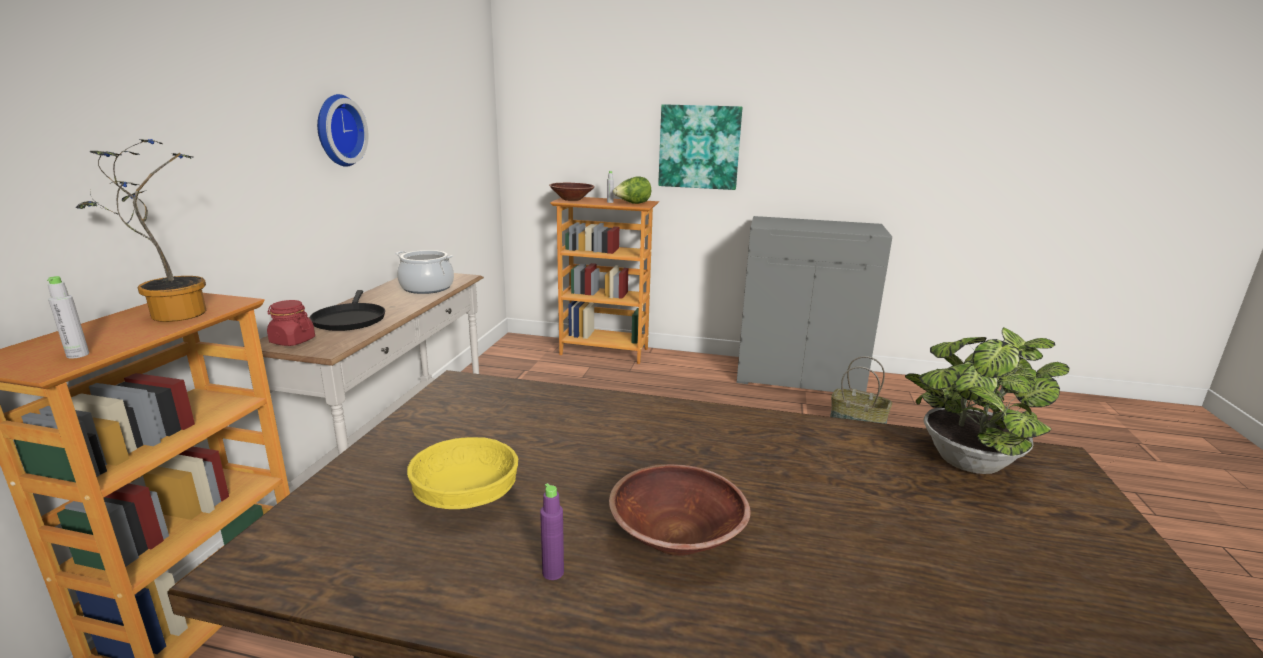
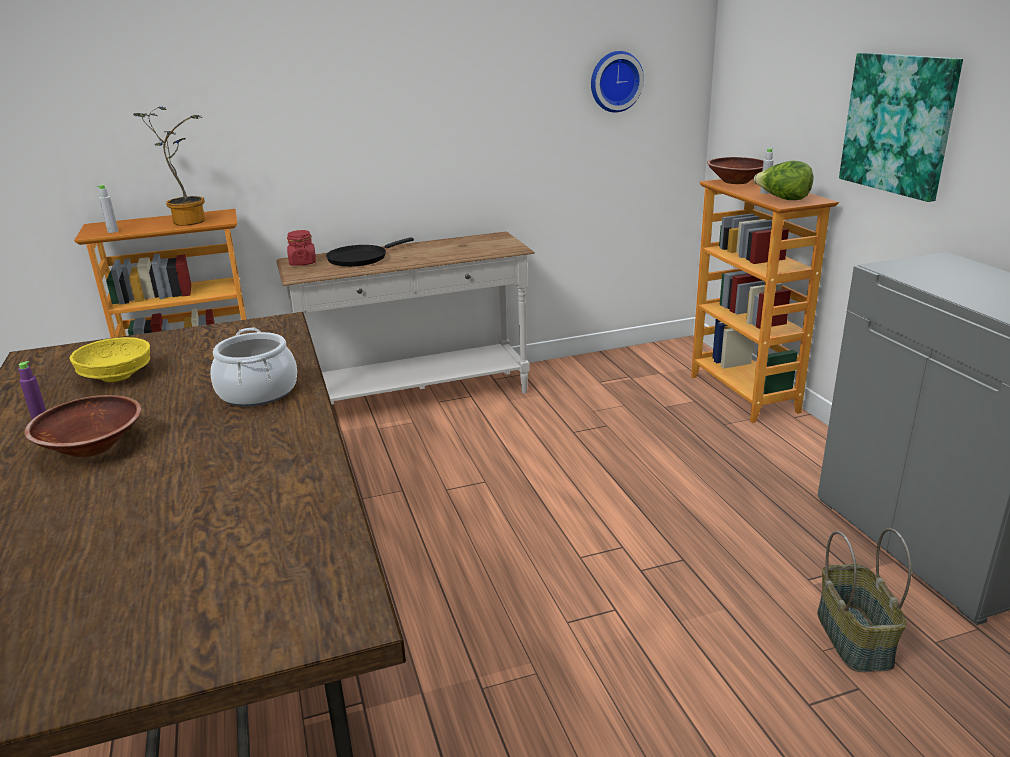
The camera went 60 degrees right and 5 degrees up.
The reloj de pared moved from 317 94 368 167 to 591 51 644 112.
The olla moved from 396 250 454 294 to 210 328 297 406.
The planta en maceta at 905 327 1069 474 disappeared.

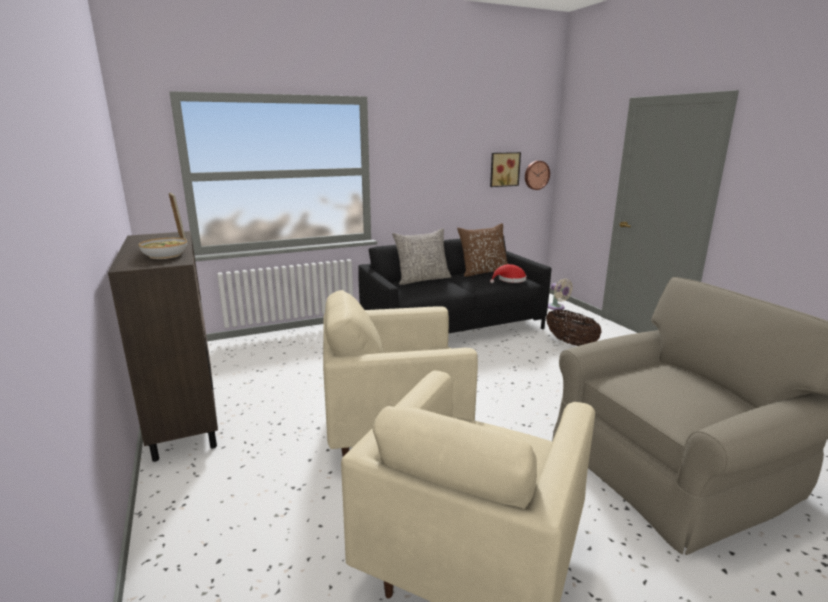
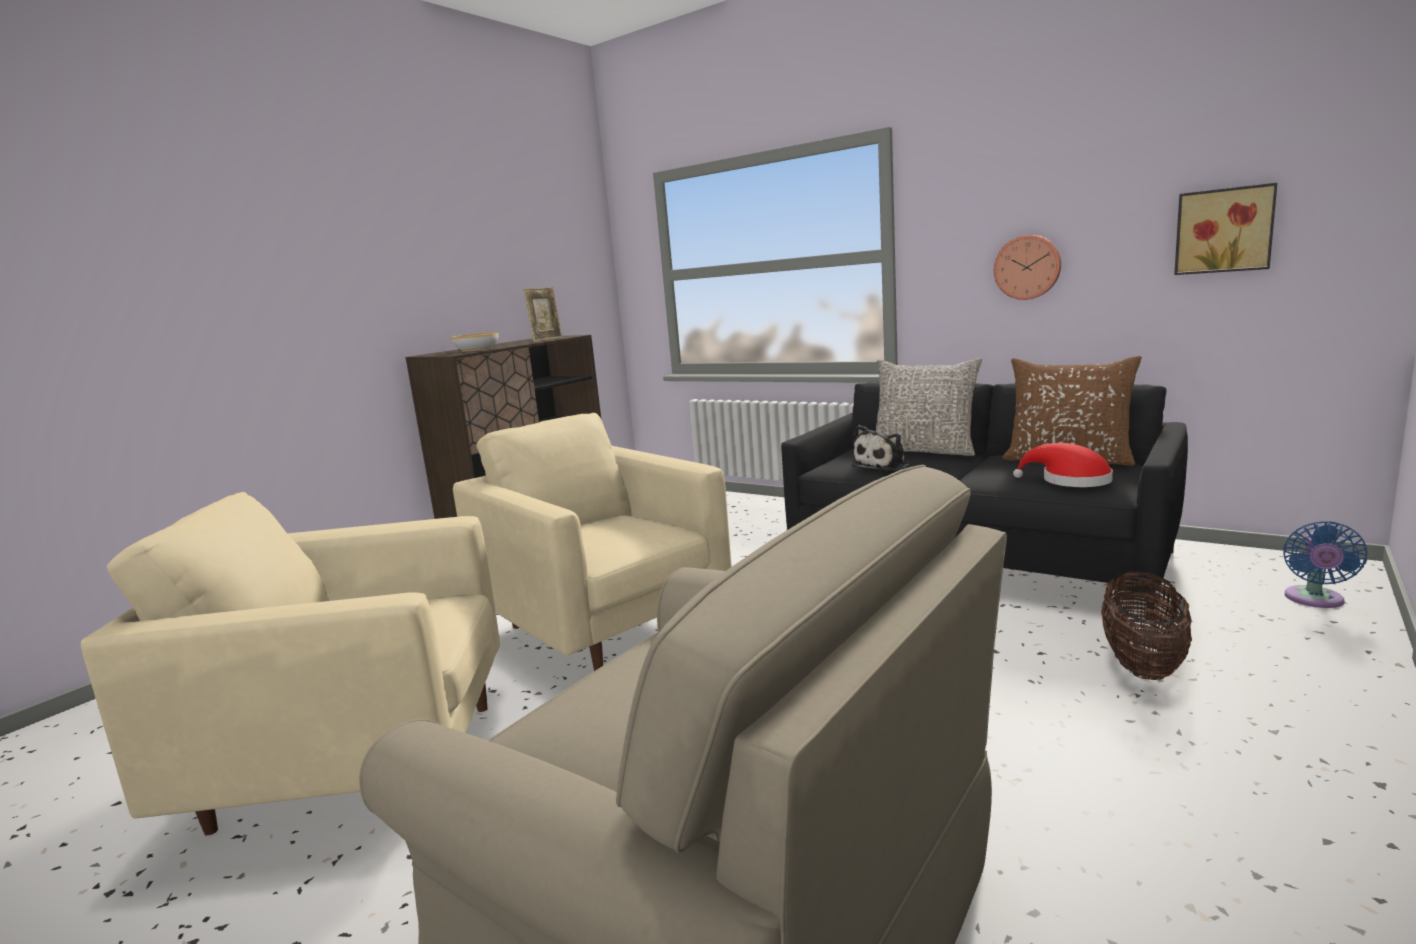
The camera went 60 degrees right and 5 degrees down.
The reloj de pared moved from 525 161 550 190 to 994 235 1061 300.
The ventilador [beis] at 548 278 573 310 became the ventilador [azul] at 1283 521 1367 608.
The peluche at 852 425 910 470 appeared.

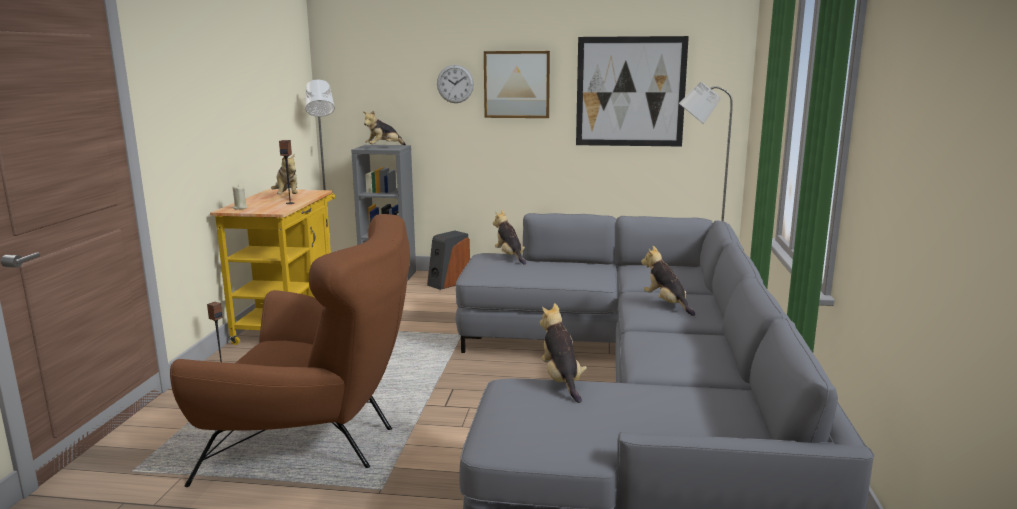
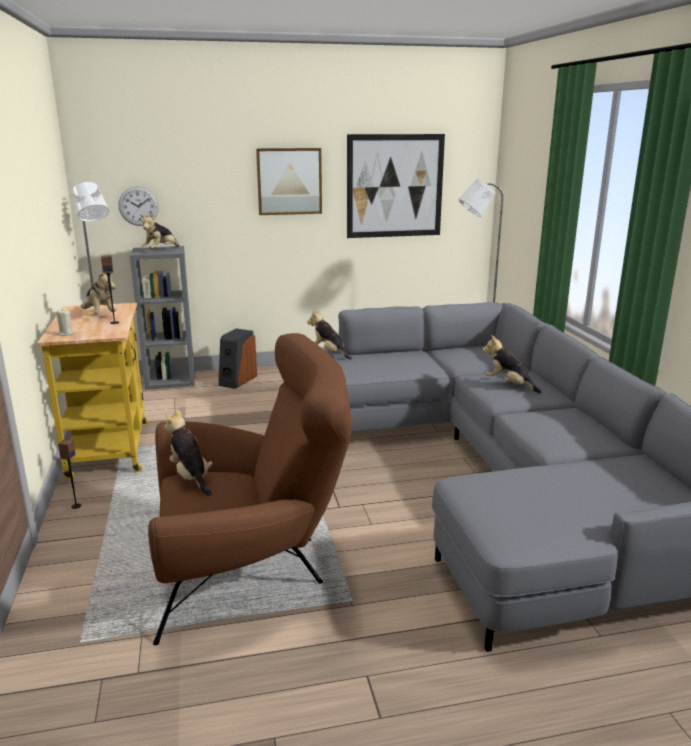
The camera went 20 degrees left and 5 degrees up.
The reloj de pared moved from 437 65 474 103 to 118 187 159 226.
The peluche moved from 540 303 587 403 to 164 408 212 496.

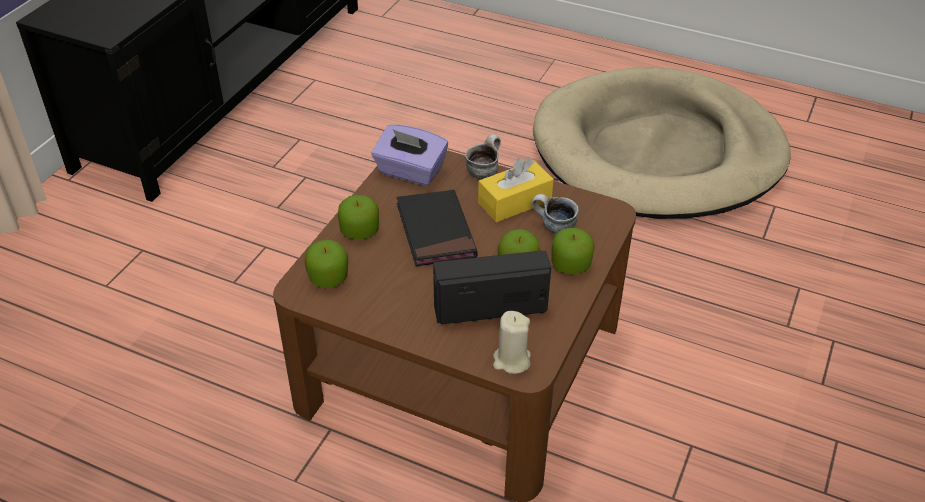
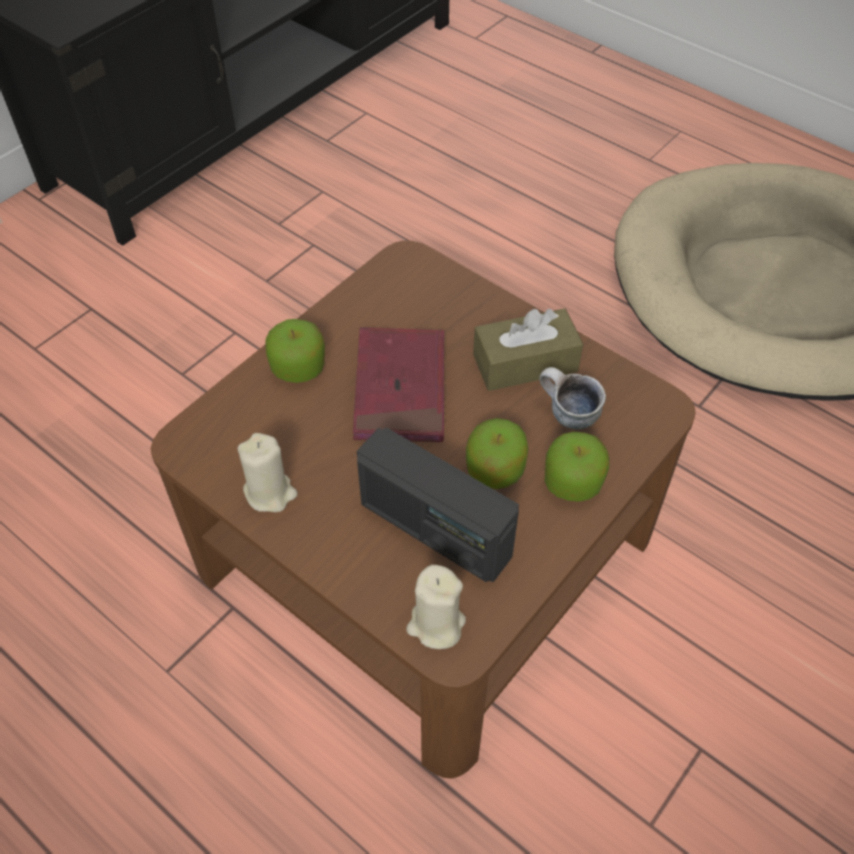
The camera went 15 degrees right and 10 degrees up.
The caja de pañuelos [morado] at 372 124 448 186 disappeared.
The taza grande at 465 134 501 179 disappeared.
The caja de pañuelos [amarillo] at 478 157 554 222 became the caja de pañuelos [marrón] at 473 308 583 391.
The libro [negro] at 397 190 478 266 became the libro [rojo] at 353 327 444 442.
The manzana at 305 240 348 288 disappeared.
The radio at 433 251 551 324 turned 150 degrees counterclockwise.
The vela [beis] at 238 433 298 512 appeared.

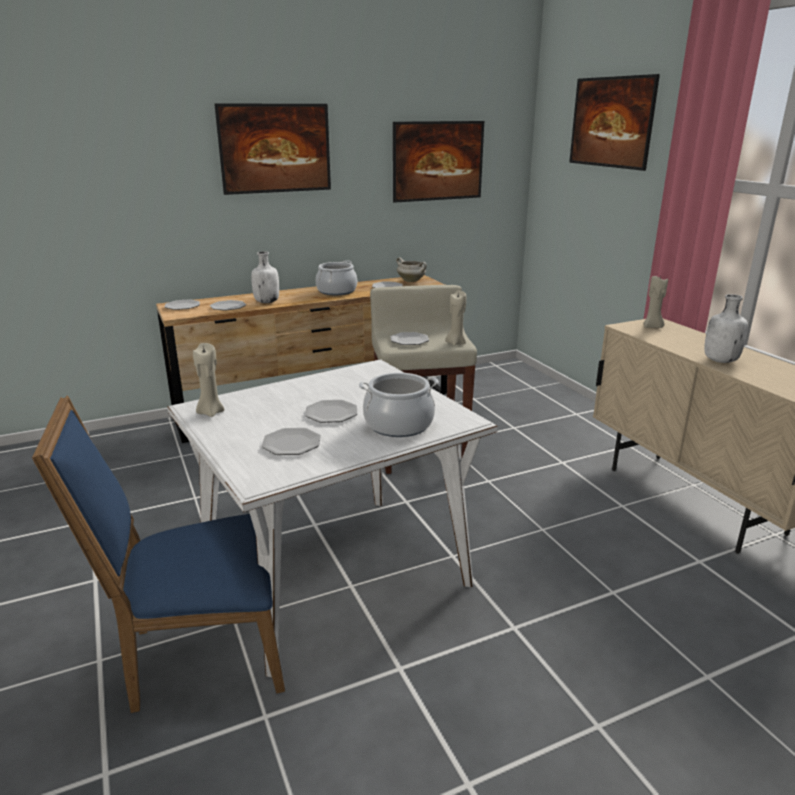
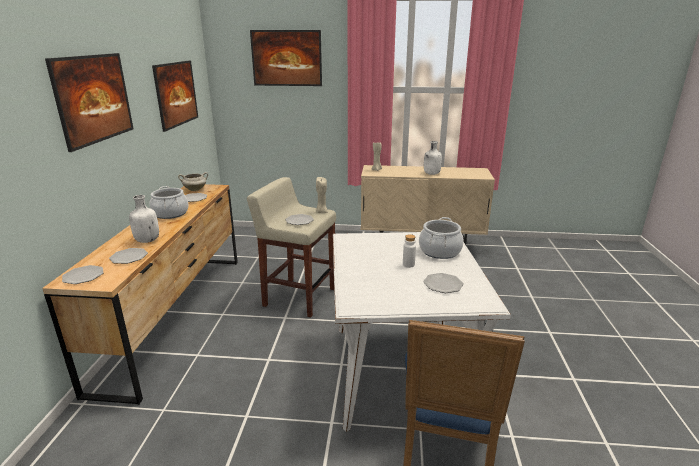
The camera went 60 degrees left and 0 degrees up.
The vela [beis] at 193 343 225 417 disappeared.
The plato at 305 400 357 423 was replaced by the botella [blanco] at 403 234 416 268.

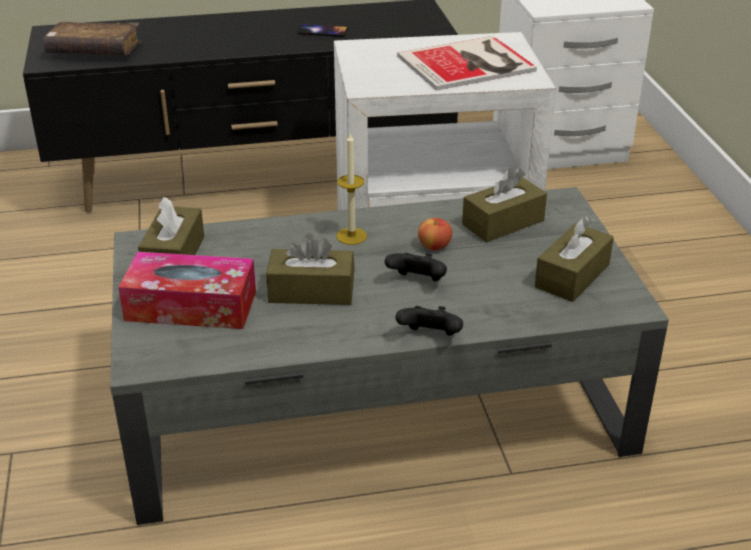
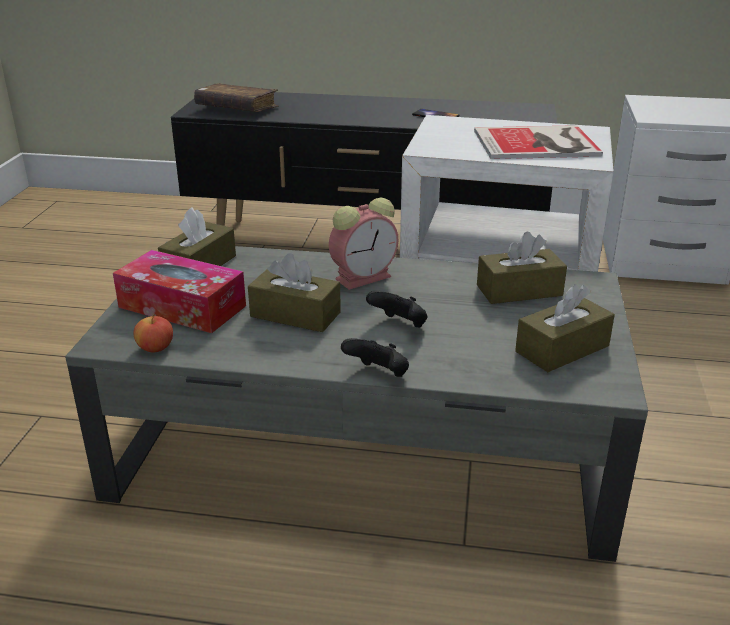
The camera went 20 degrees right and 5 degrees down.
The vela at 336 133 367 245 was replaced by the despertador at 329 197 399 290.
The manzana moved from 418 216 452 250 to 133 315 173 352.

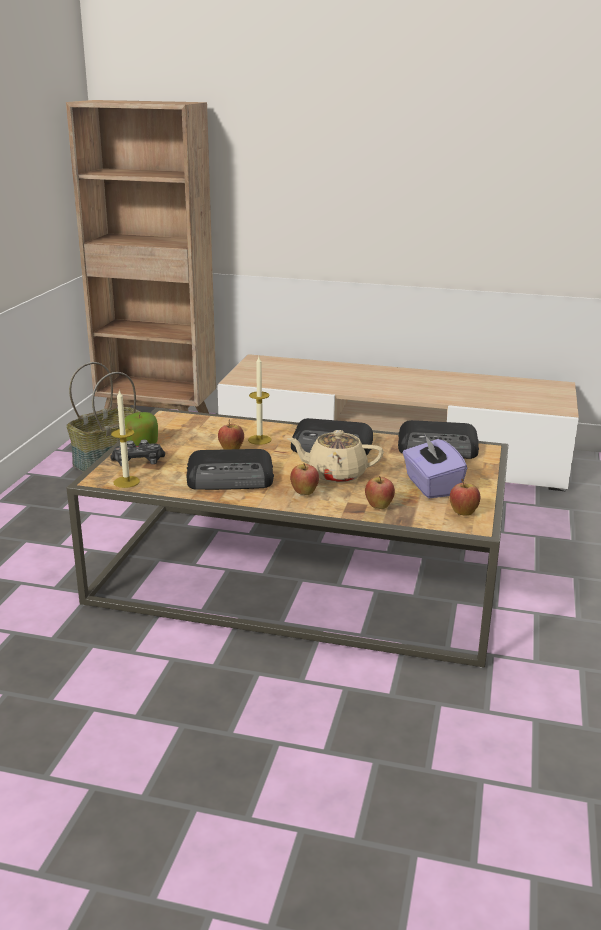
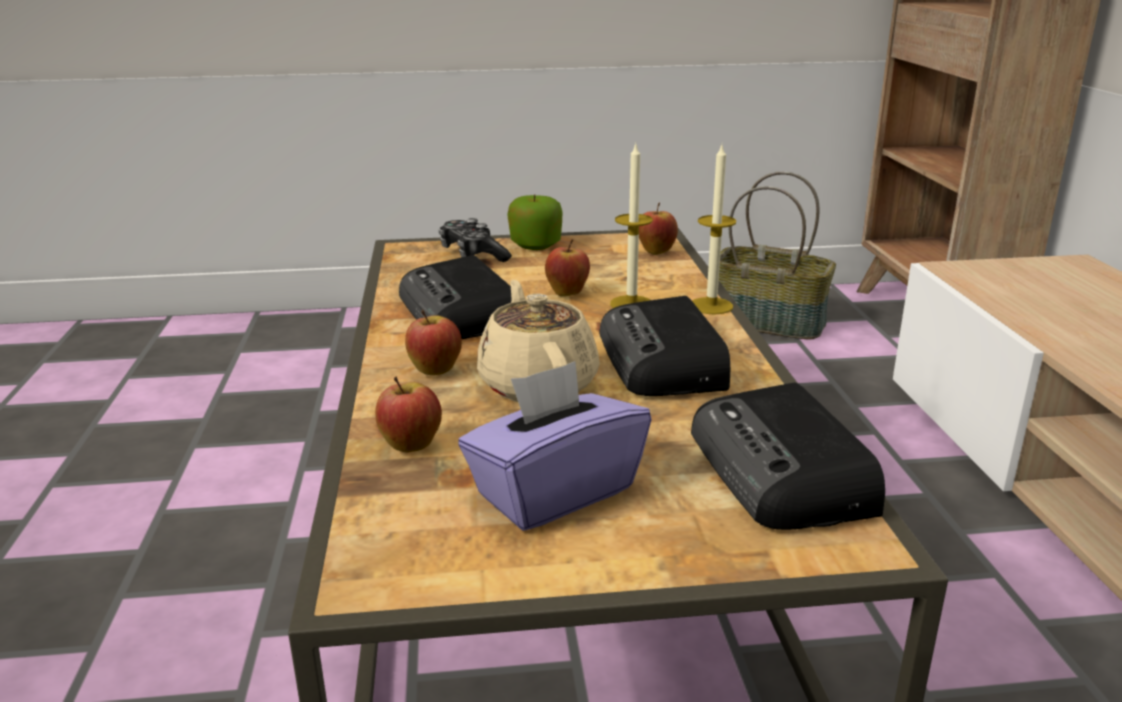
The camera went 70 degrees right and 0 degrees up.
The vela moved from 111 390 140 488 to 692 145 736 314.
The manzana moved from 450 479 480 516 to 639 203 678 255.

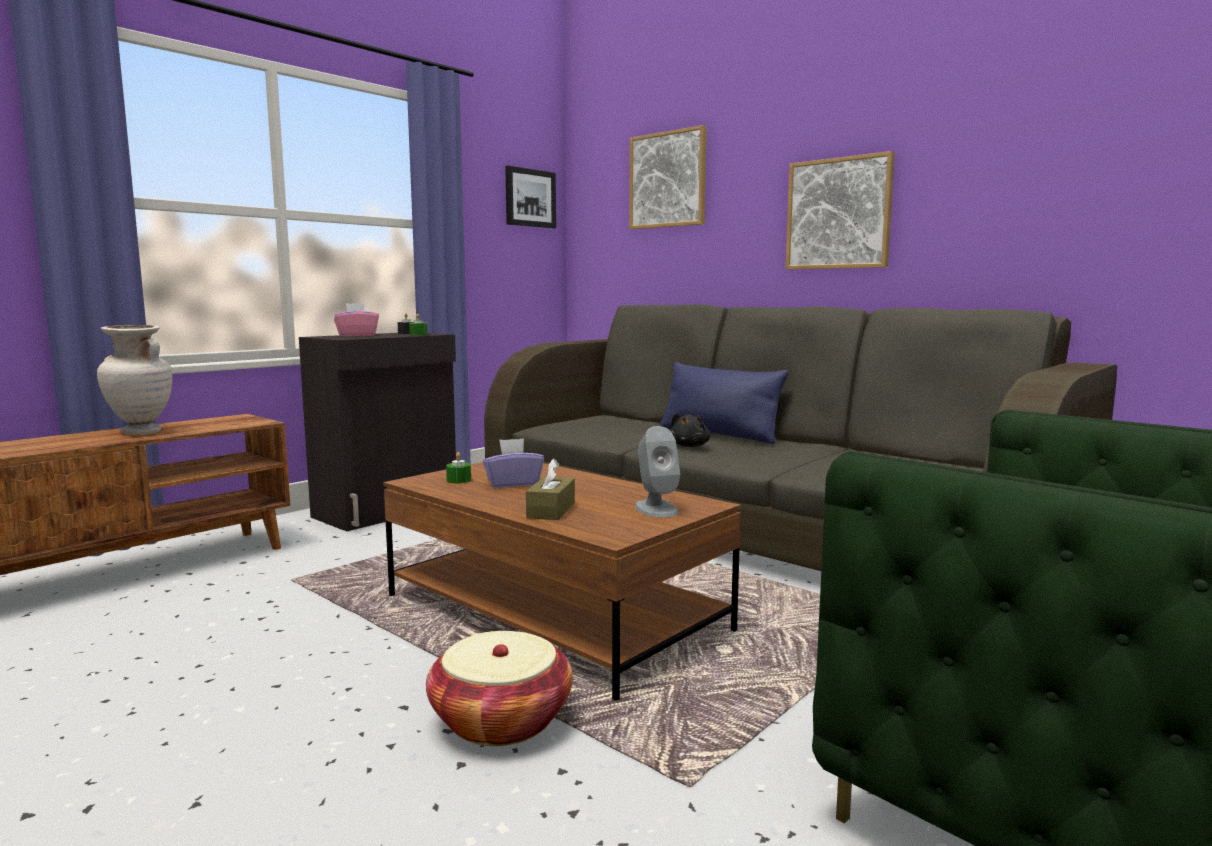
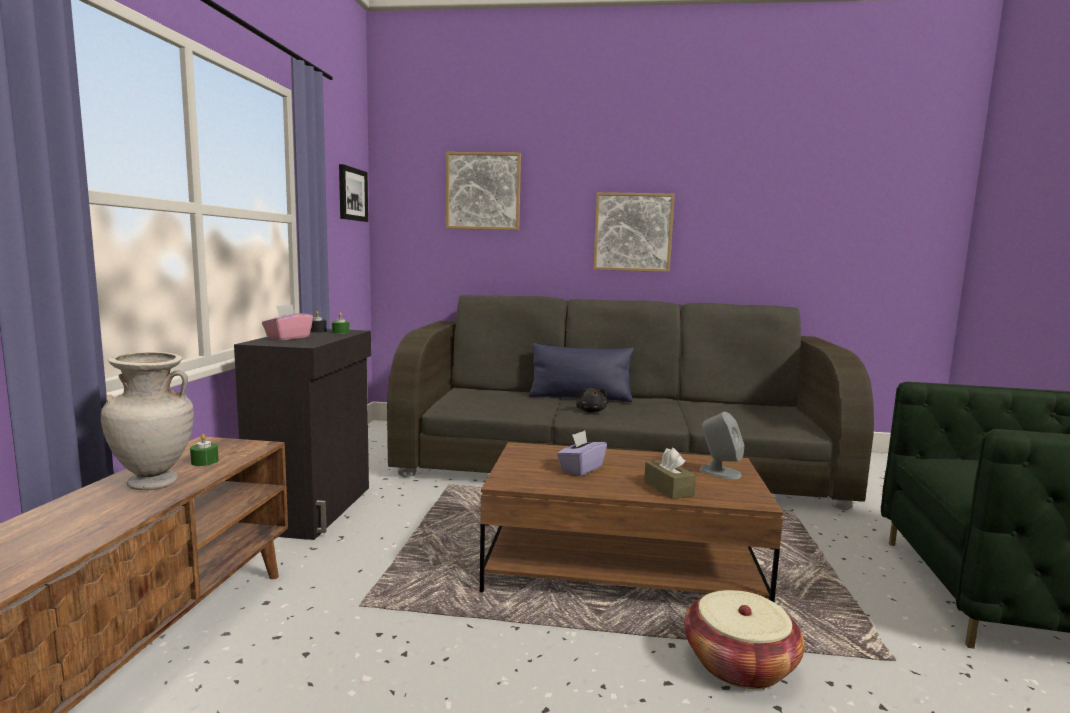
The camera went 35 degrees left and 0 degrees up.
The vela [verde] moved from 446 452 471 484 to 190 434 219 466.

